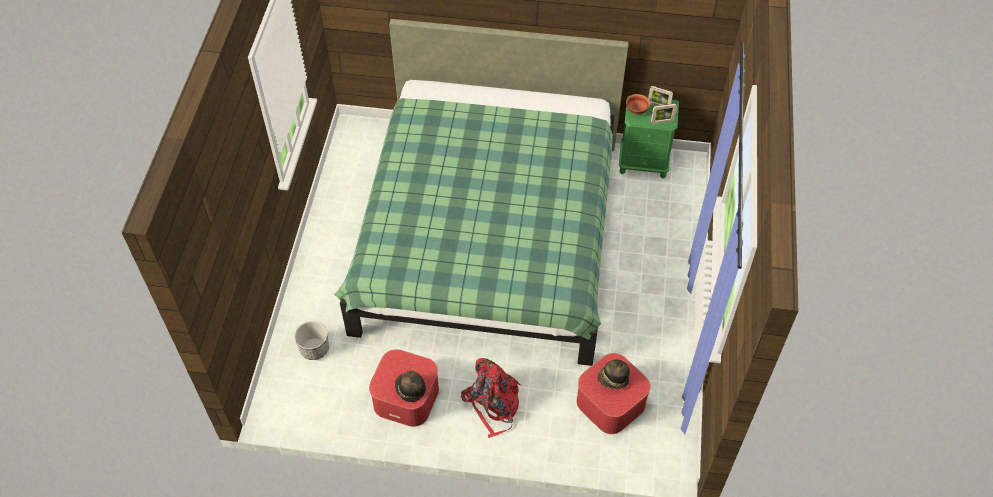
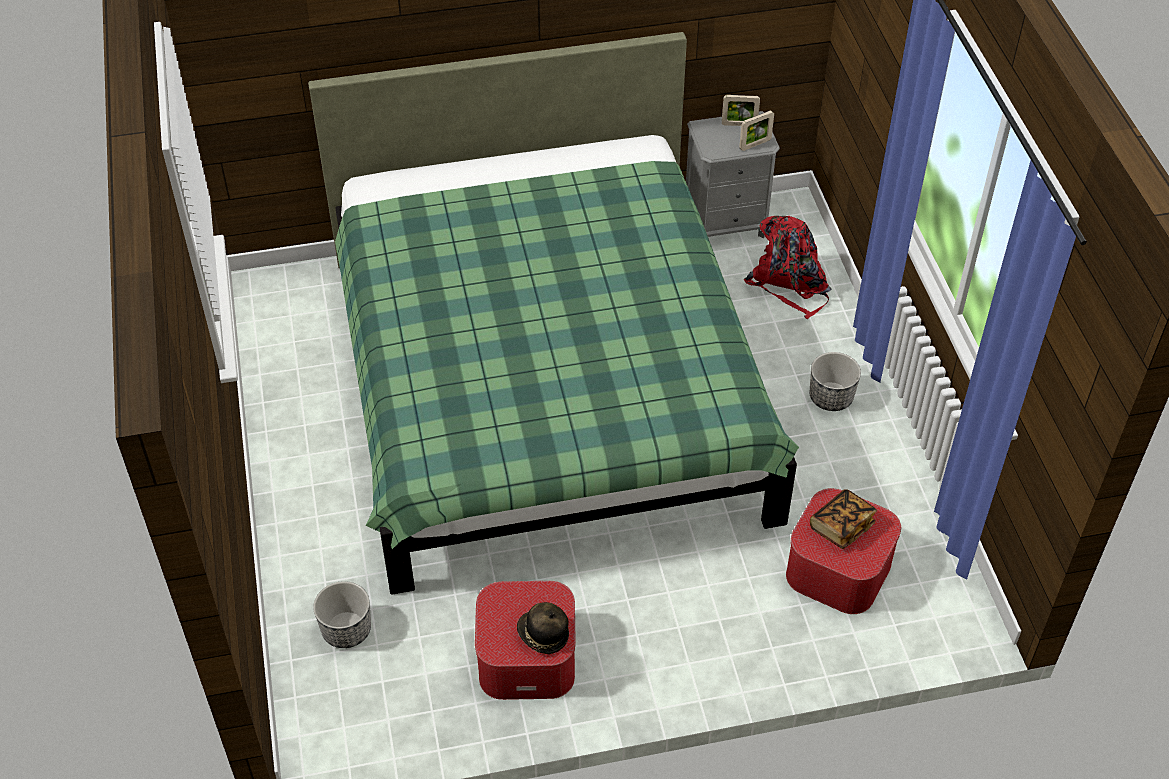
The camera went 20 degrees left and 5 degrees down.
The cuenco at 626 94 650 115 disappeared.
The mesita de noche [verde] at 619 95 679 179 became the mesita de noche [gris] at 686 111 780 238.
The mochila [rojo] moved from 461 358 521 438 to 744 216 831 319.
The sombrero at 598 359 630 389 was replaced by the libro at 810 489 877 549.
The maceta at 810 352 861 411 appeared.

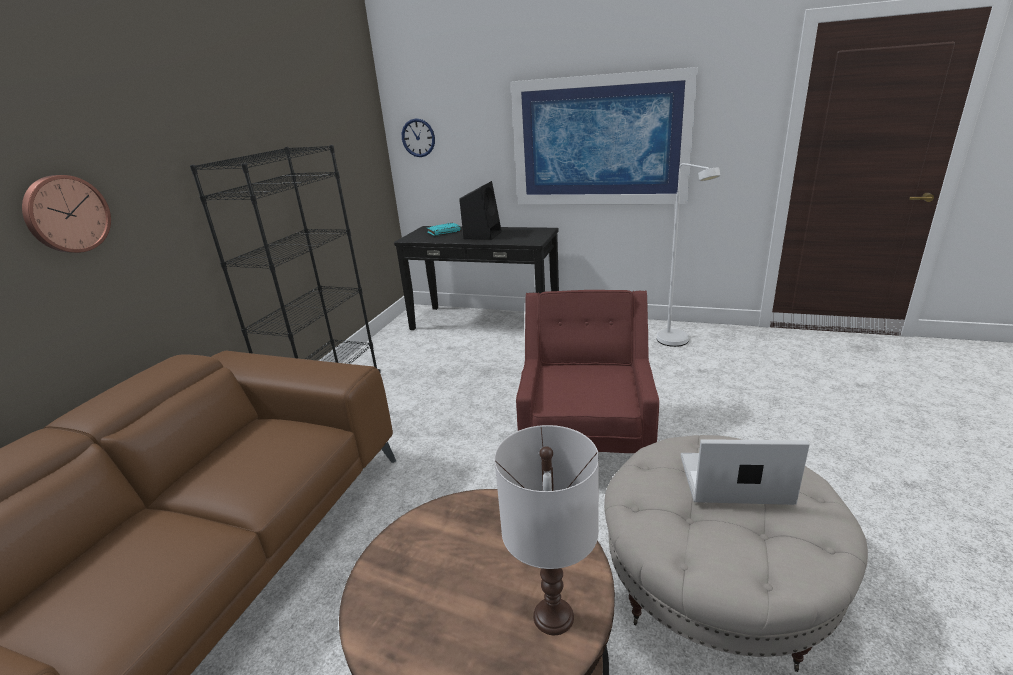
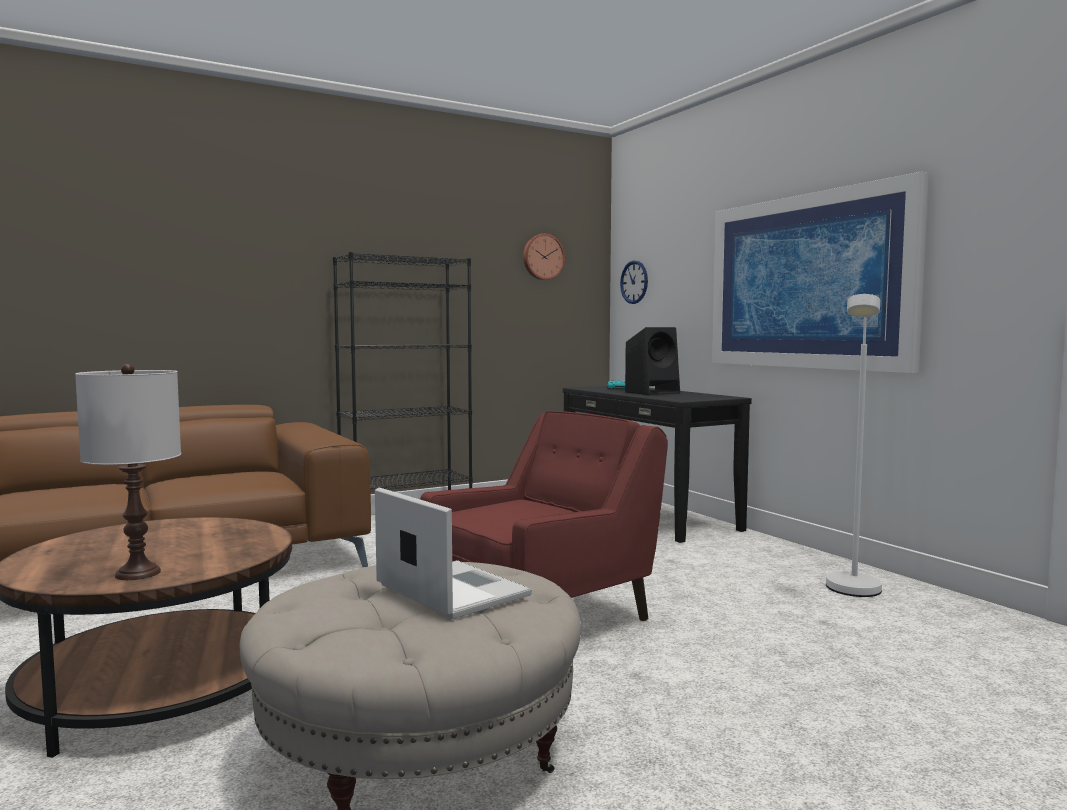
The camera went 40 degrees right and 20 degrees down.
The reloj de pared moved from 22 175 111 253 to 523 234 565 280.

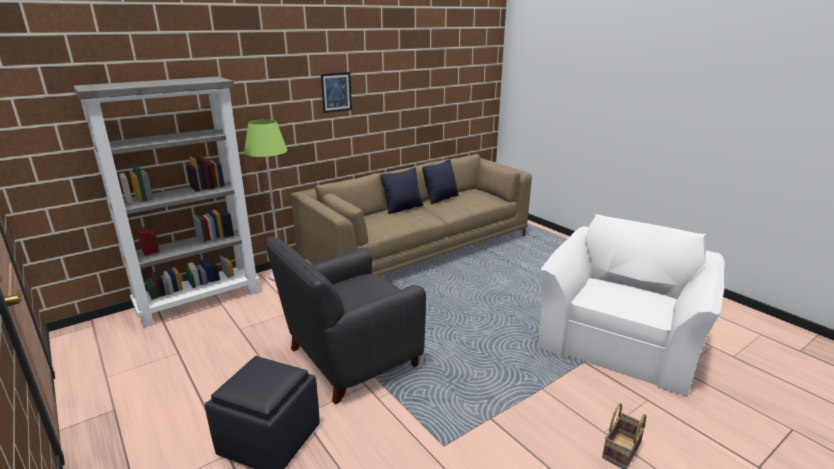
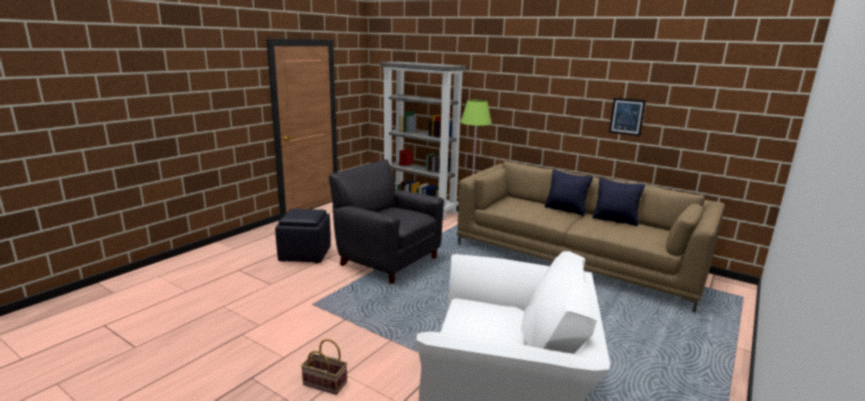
The camera went 70 degrees right and 5 degrees down.
The cuadro moved from 321 72 352 113 to 609 98 646 136.

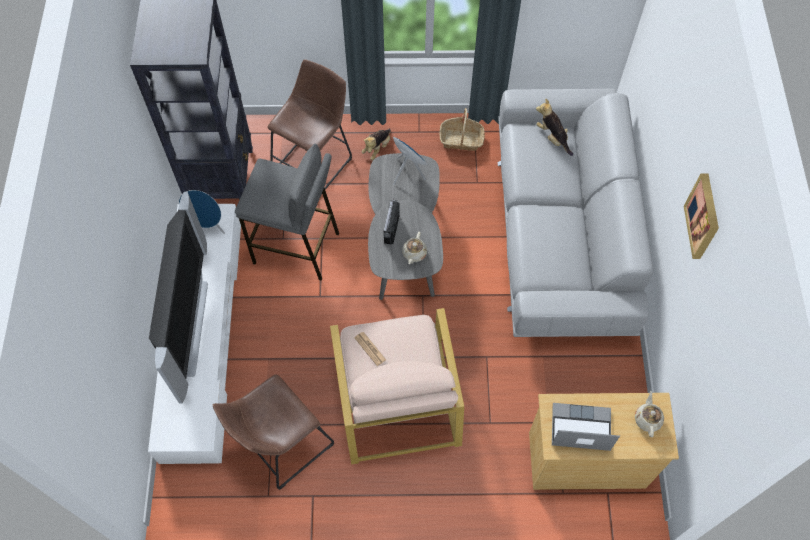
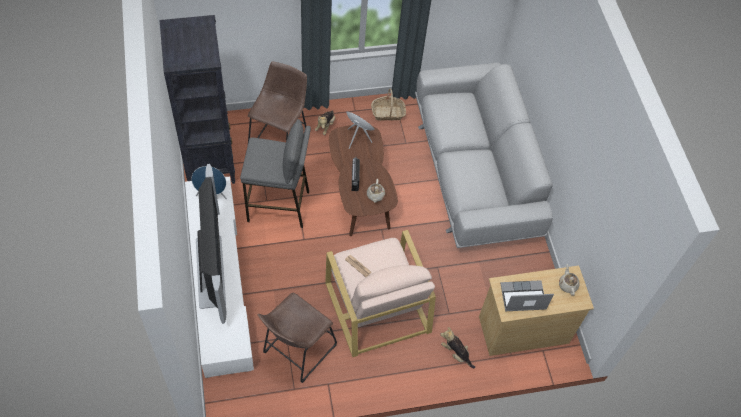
The camera went 15 degrees left and 5 degrees down.
The peluche moved from 536 99 573 156 to 440 327 475 369.
The mesa de centro [gris] at 368 153 443 300 became the mesa de centro [marrón] at 329 125 398 236.
The cuadro at 684 173 719 259 disappeared.

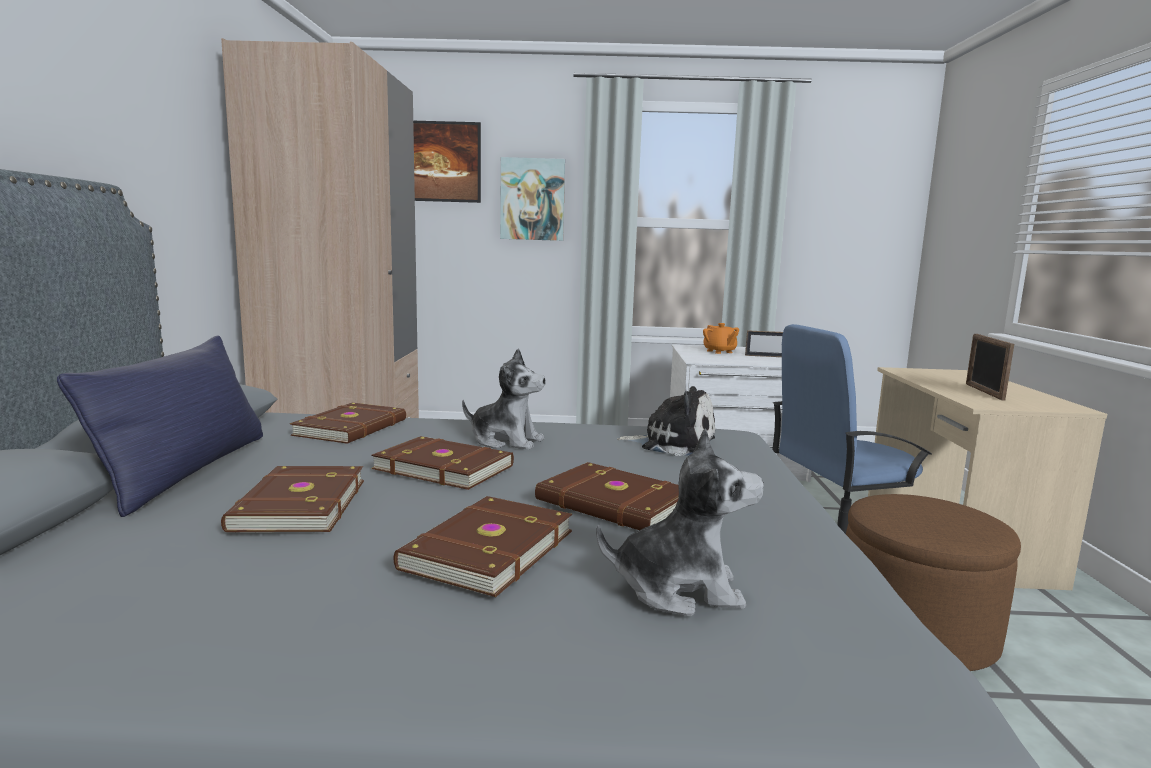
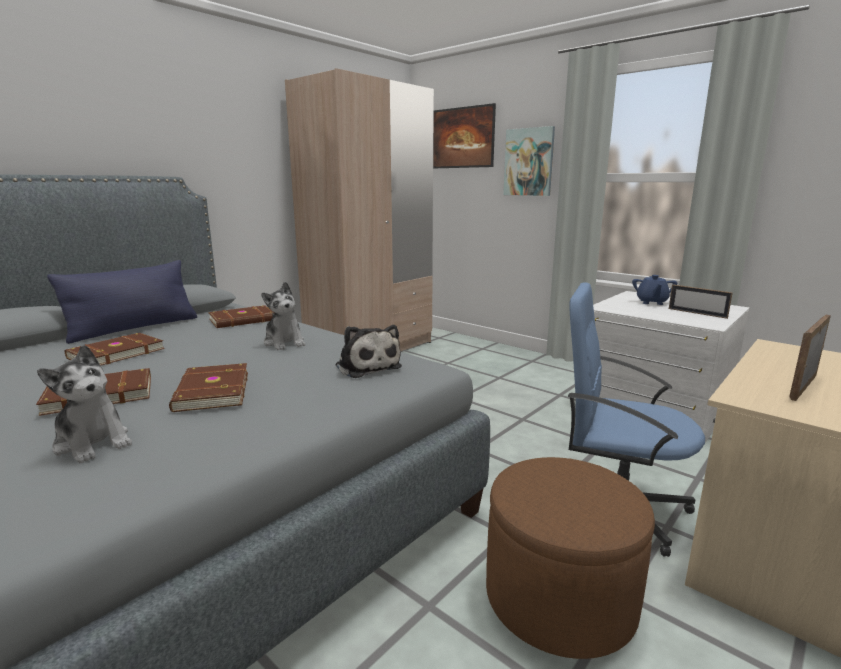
The camera went 40 degrees right and 5 degrees up.
The tetera [naranja] at 703 323 739 354 became the tetera [azul] at 632 275 677 305.
The libro [marrón] at 371 436 514 490 disappeared.

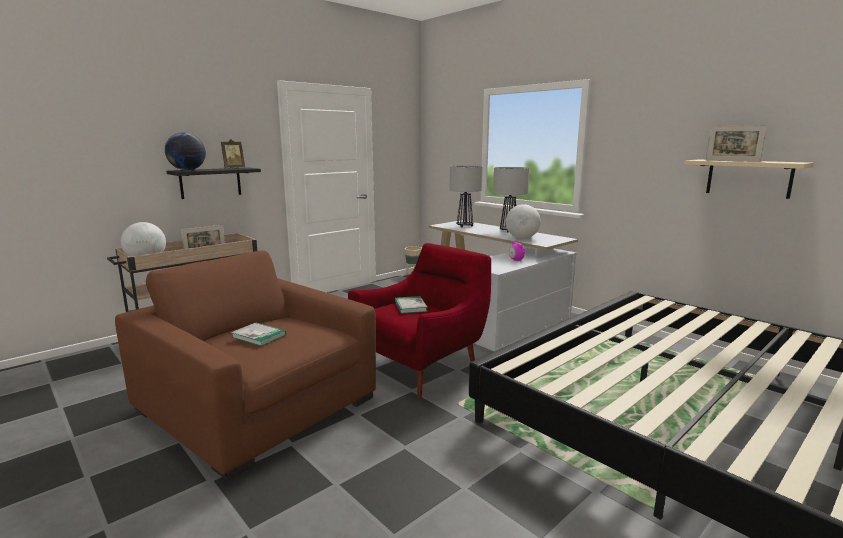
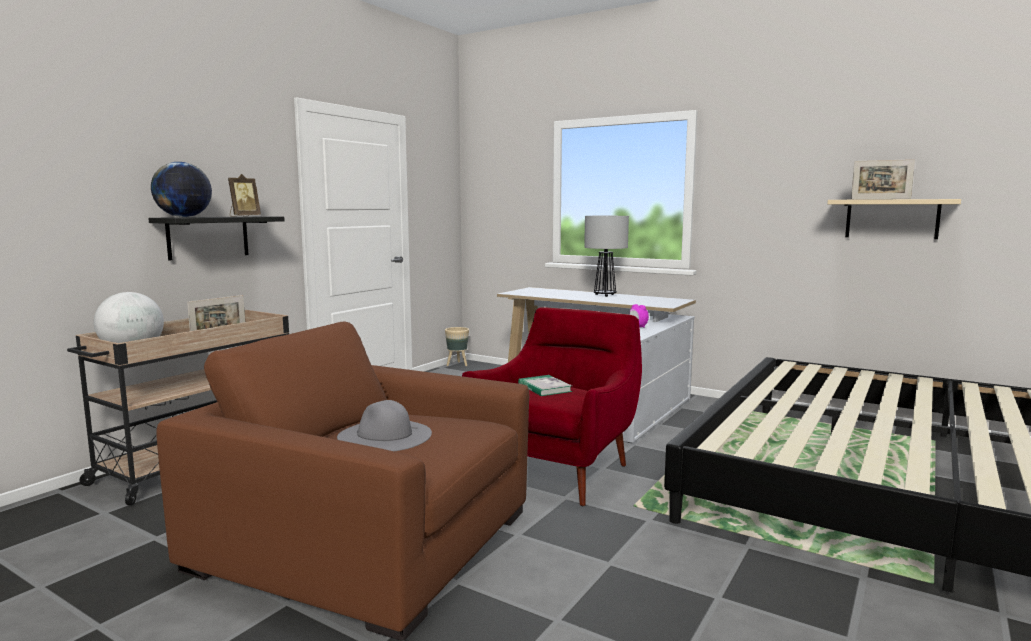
The camera went 15 degrees left and 5 degrees down.
The lámpara de mesa at 450 165 483 227 disappeared.
The globo terráqueo at 506 204 541 239 disappeared.
The libro at 231 322 286 346 was replaced by the sombrero [gris] at 337 400 432 451.

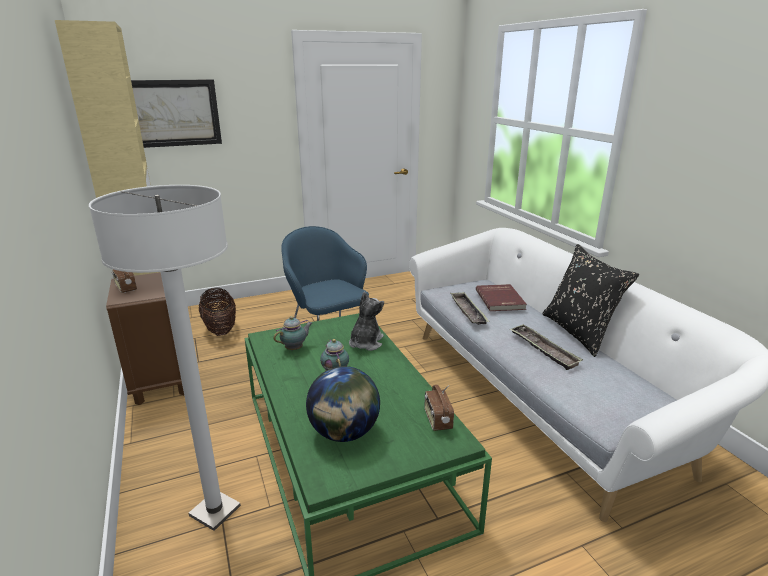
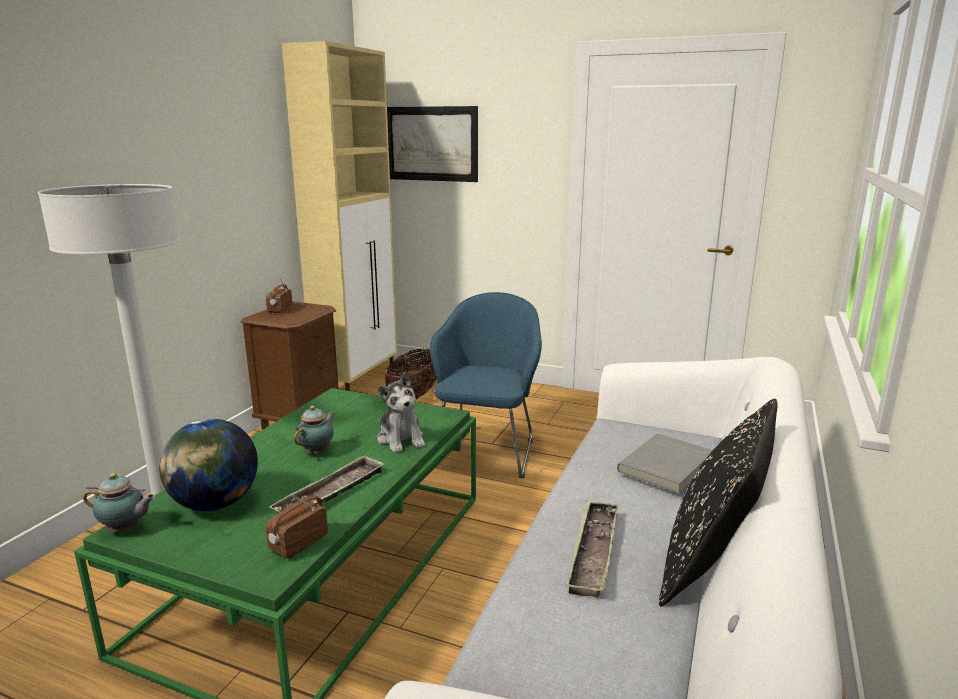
The camera went 45 degrees right and 5 degrees down.
The libro [rojo] at 476 284 527 311 became the libro [gris] at 617 433 713 493.
The peluche at 349 292 384 351 turned 90 degrees clockwise.
The bandeja moved from 450 292 489 325 to 269 454 384 513.
The tetera moved from 274 316 312 350 to 83 473 156 532.

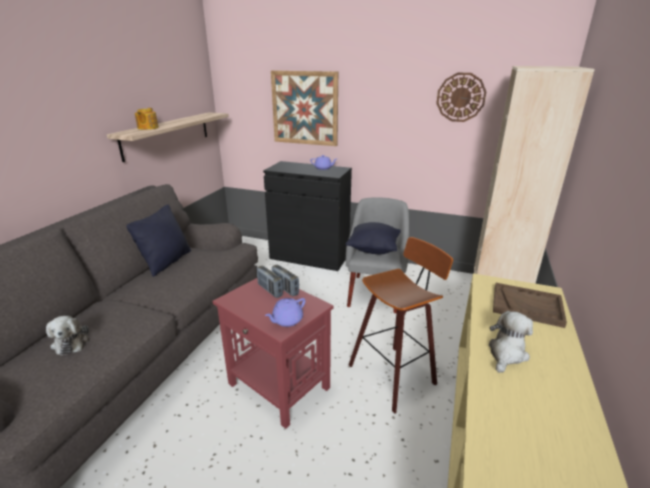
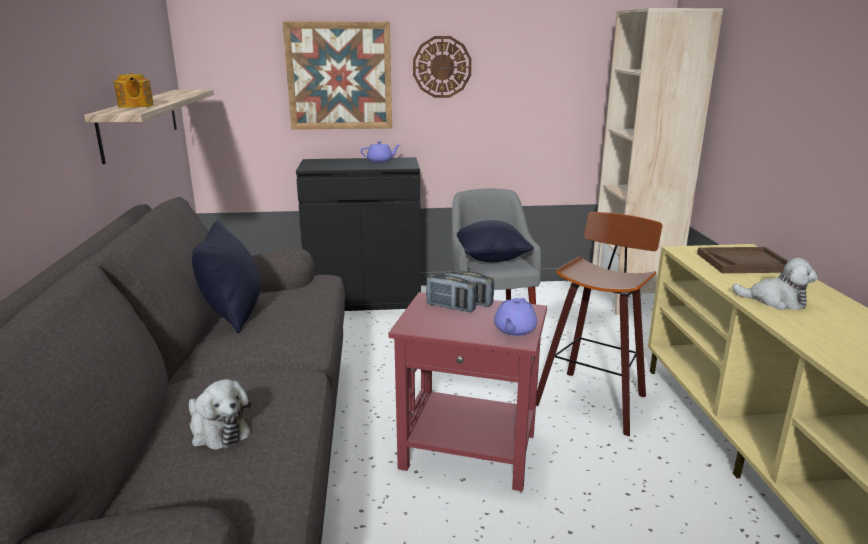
The camera went 25 degrees left and 5 degrees down.
The reloj de pared moved from 436 73 486 122 to 413 36 472 98.
The peluche at 489 311 533 373 turned 105 degrees clockwise.

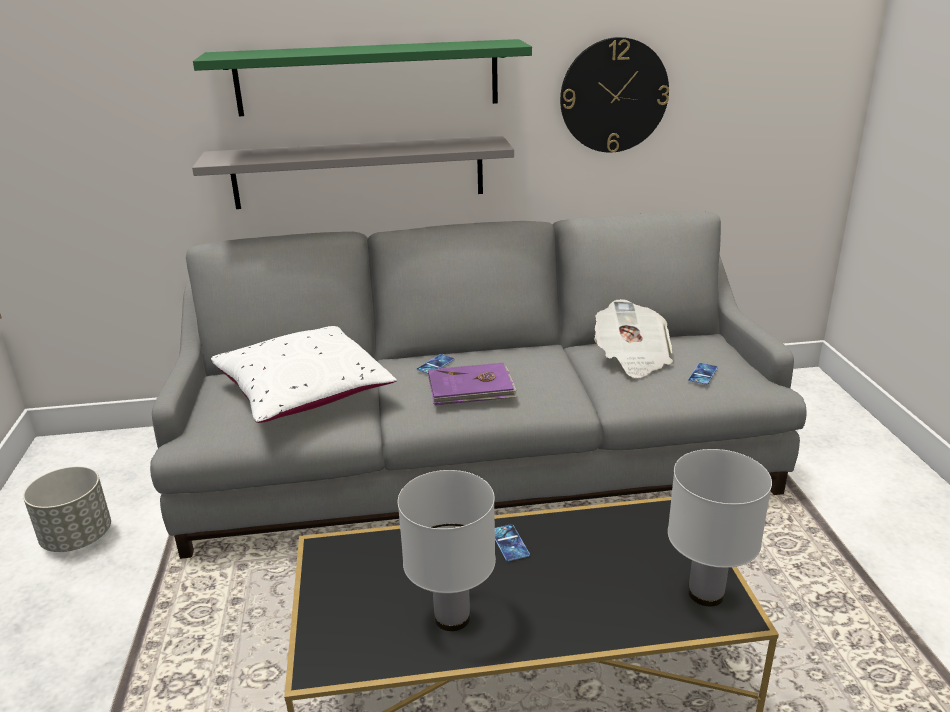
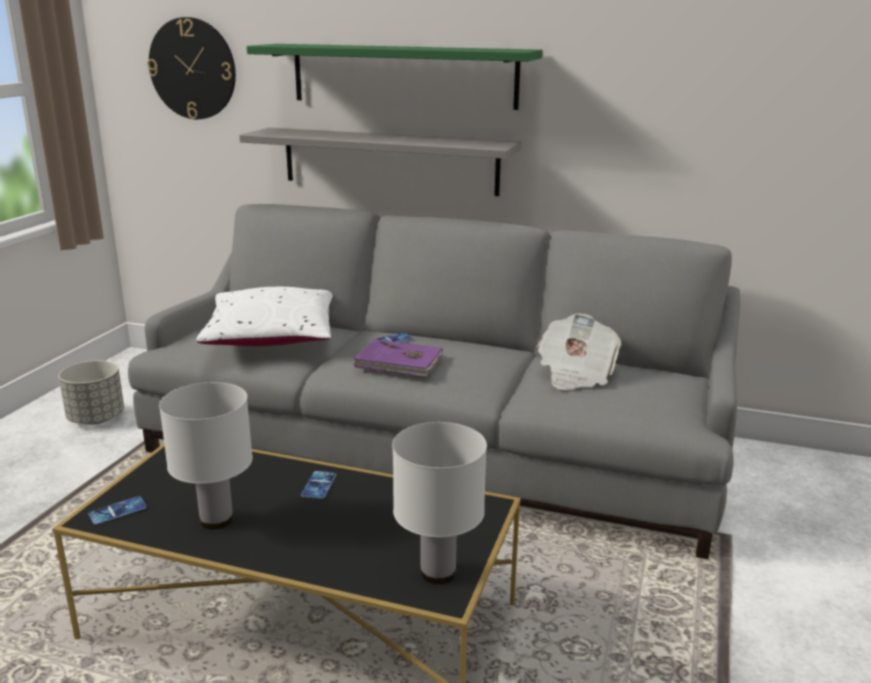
The camera went 25 degrees right and 5 degrees down.
The reloj de pared moved from 560 37 669 153 to 147 17 236 119.
The móvil moved from 688 363 718 385 to 88 496 147 525.

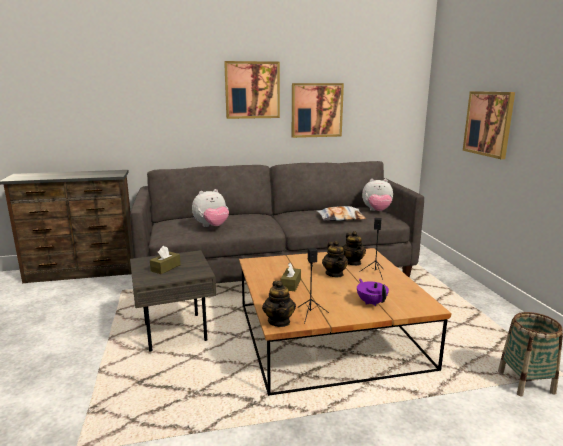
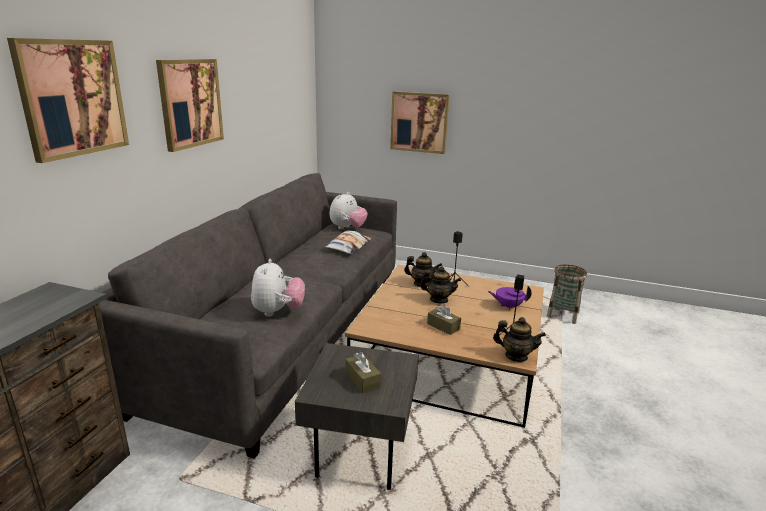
The camera went 60 degrees left and 5 degrees up.
The cuadro moved from 292 83 344 138 to 7 38 129 163.

